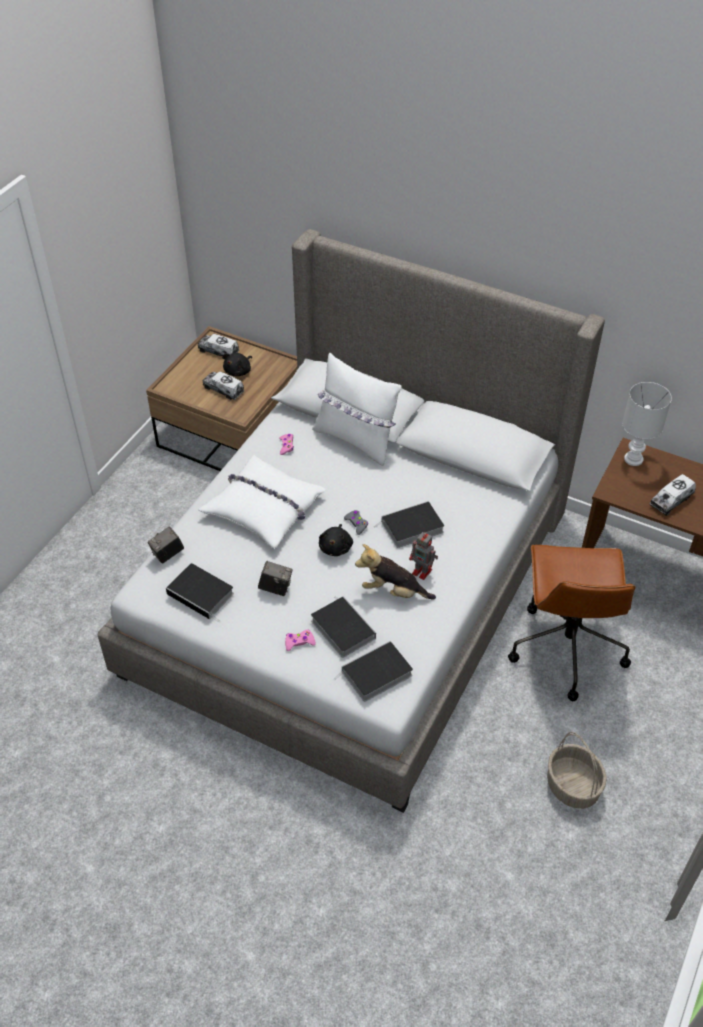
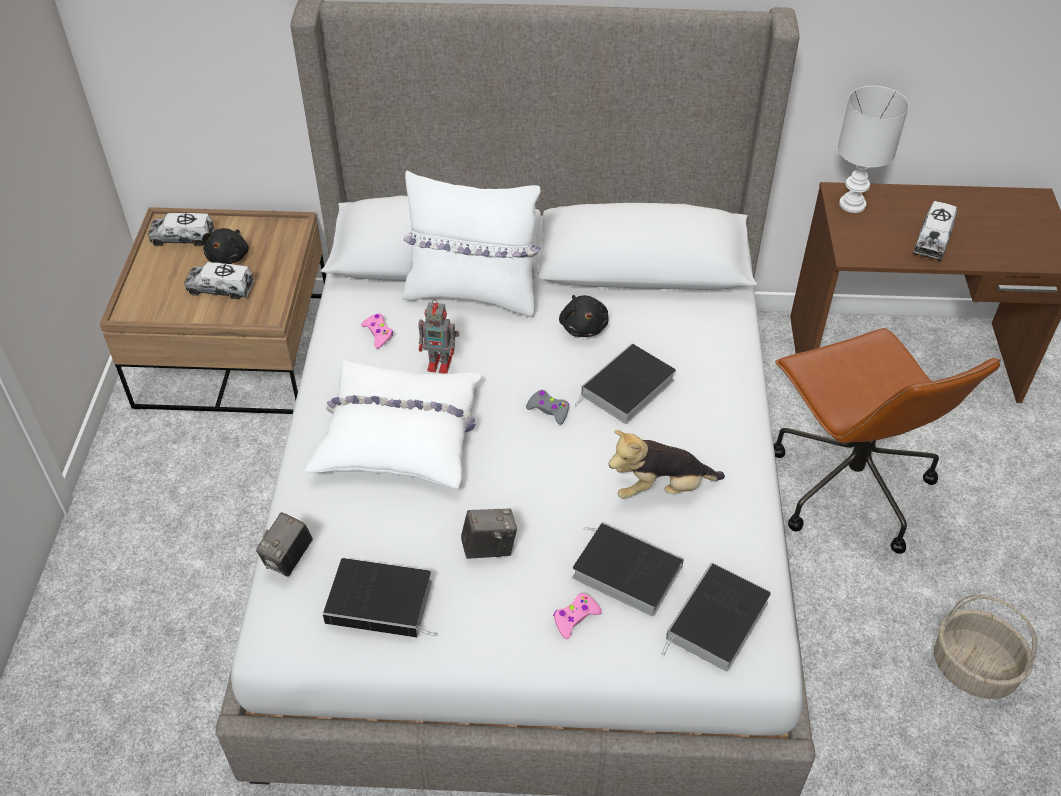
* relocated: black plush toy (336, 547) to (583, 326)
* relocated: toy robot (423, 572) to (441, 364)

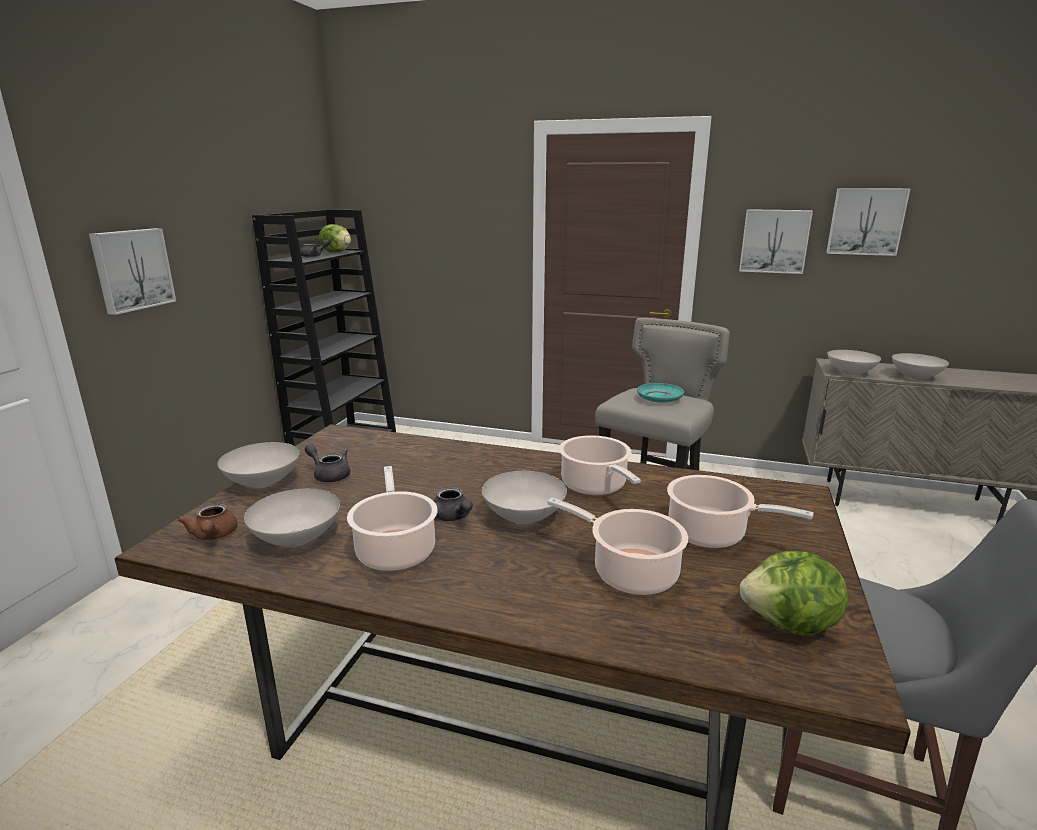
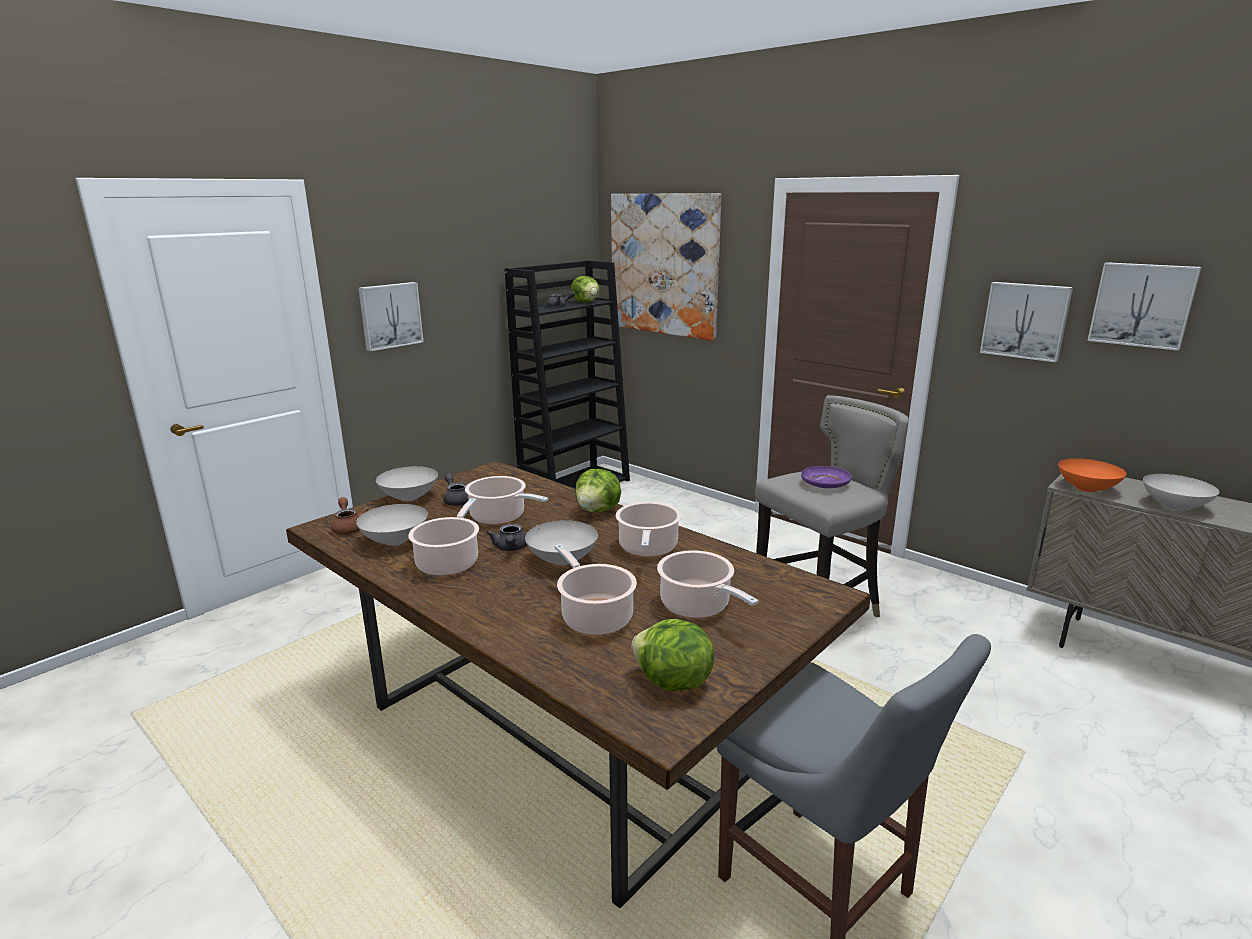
* spun: brown teapot (213, 536) = (349, 527) 150 degrees clockwise
* colour: turquoise plate (659, 398) to purple plate (825, 483)
* colour: white bowl (849, 373) to orange bowl (1085, 488)
* appeared: cooking pot (500, 517)
* appeared: lettuce (598, 511)
* appeared: picture (664, 265)

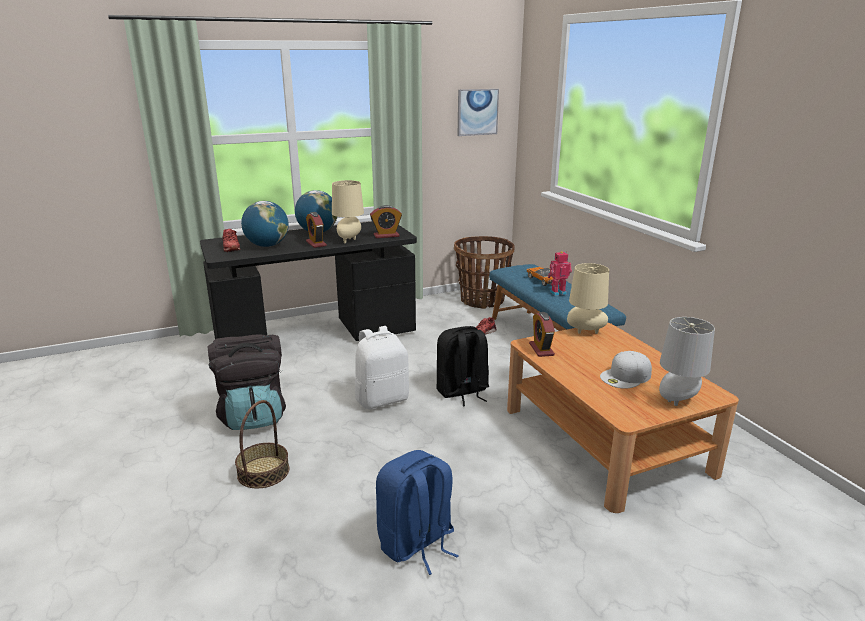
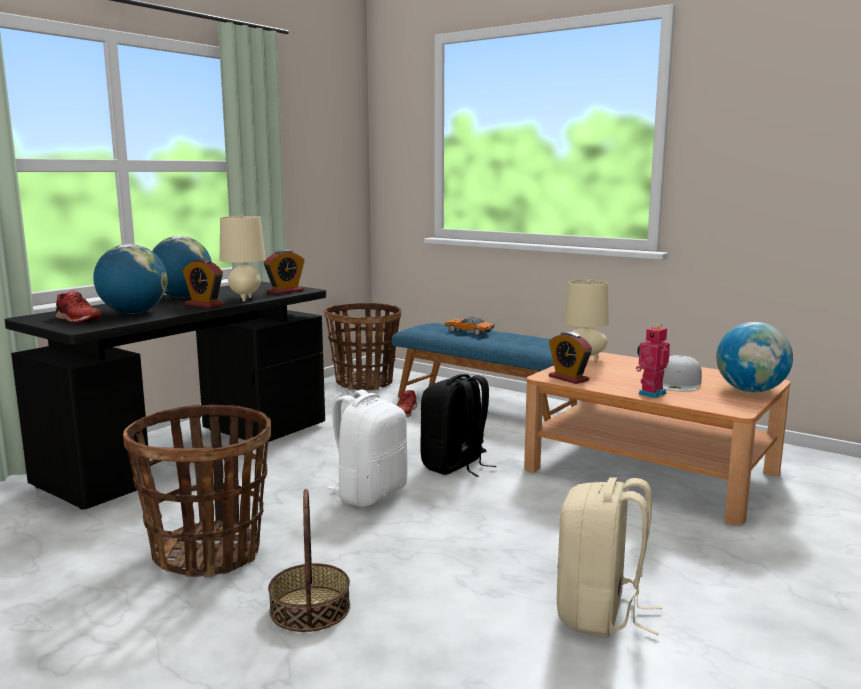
* exchanged: black backpack (253, 415) to basket (208, 553)
* colour: blue backpack (416, 543) to beige backpack (600, 614)
* missing: picture (477, 112)
* relocated: toy robot (557, 292) to (650, 393)
* exchanged: grey table lamp (678, 402) to globe (750, 391)

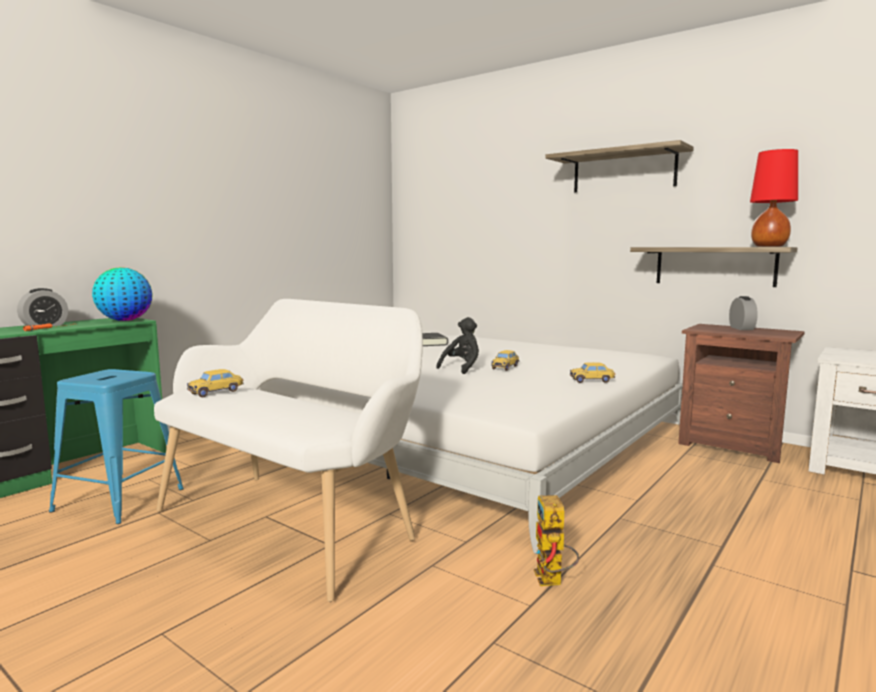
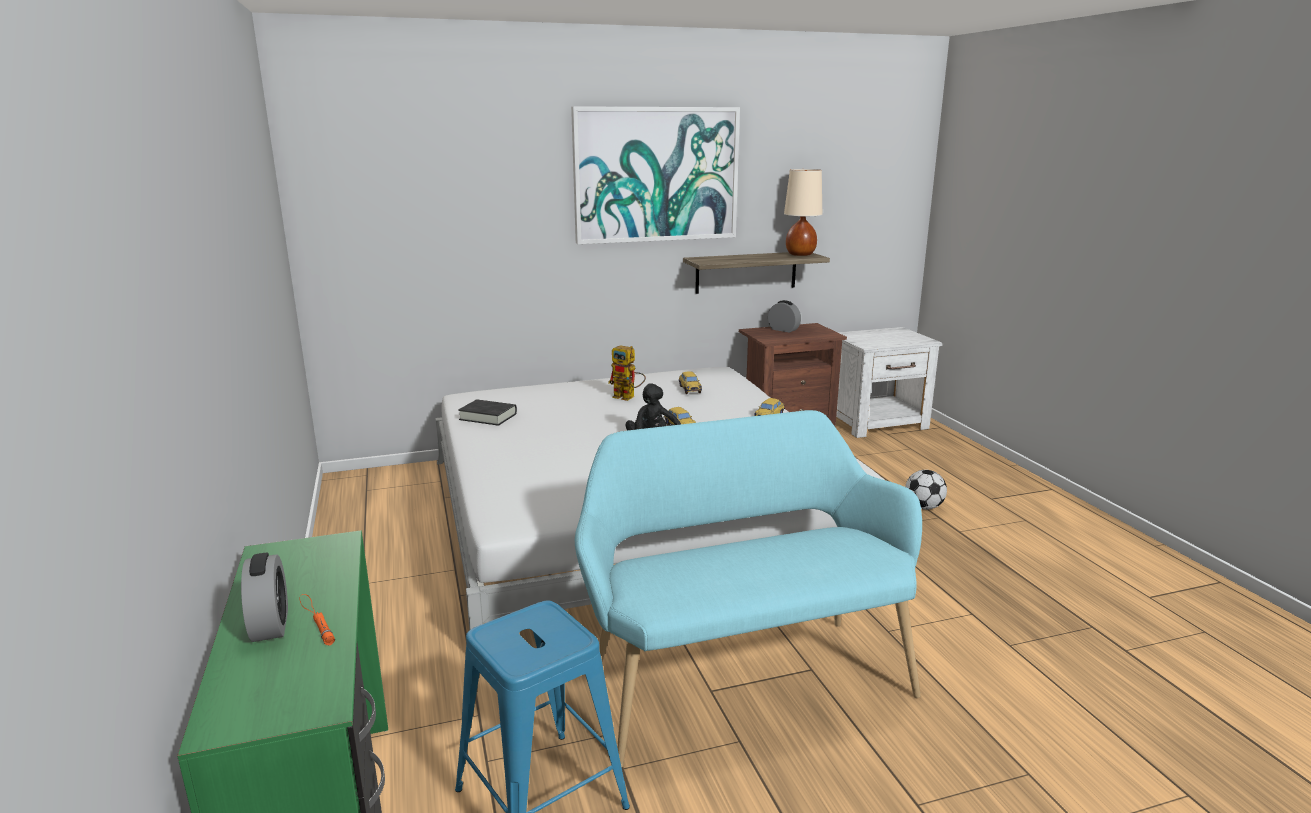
* missing: globe (125, 320)
* colour: white bench (293, 522) to turquoise bench (742, 677)
* relocated: toy car (216, 392) to (689, 389)
* relocated: toy robot (552, 581) to (628, 397)
* exchanged: shelf (623, 171) to picture (656, 175)
* colour: red table lamp (768, 246) to beige table lamp (800, 254)
* appeared: football (923, 507)

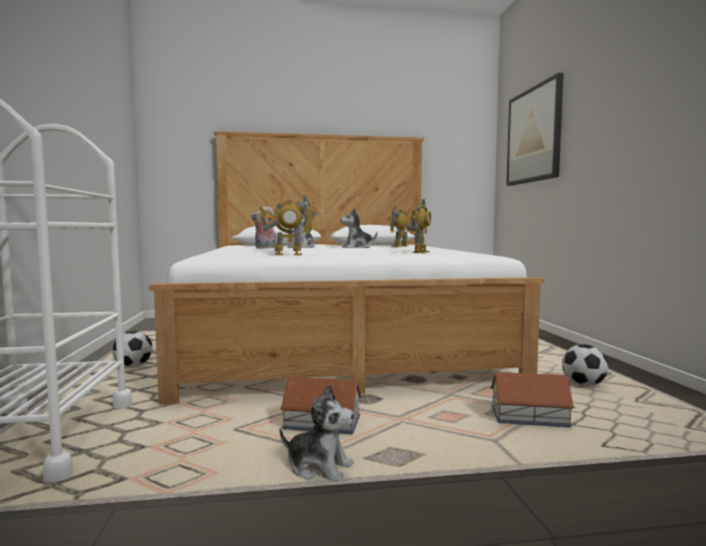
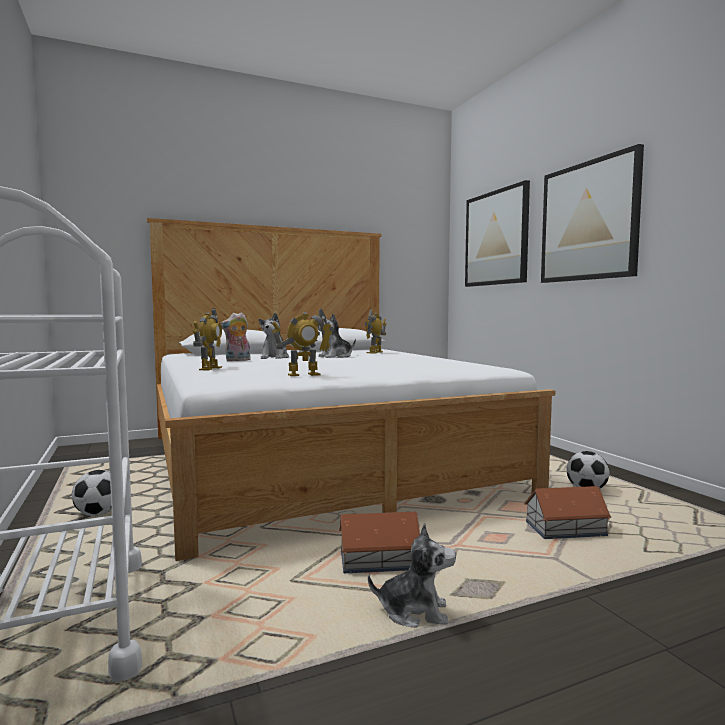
* relocated: toy robot (420, 252) to (210, 368)
* appeared: picture (588, 221)

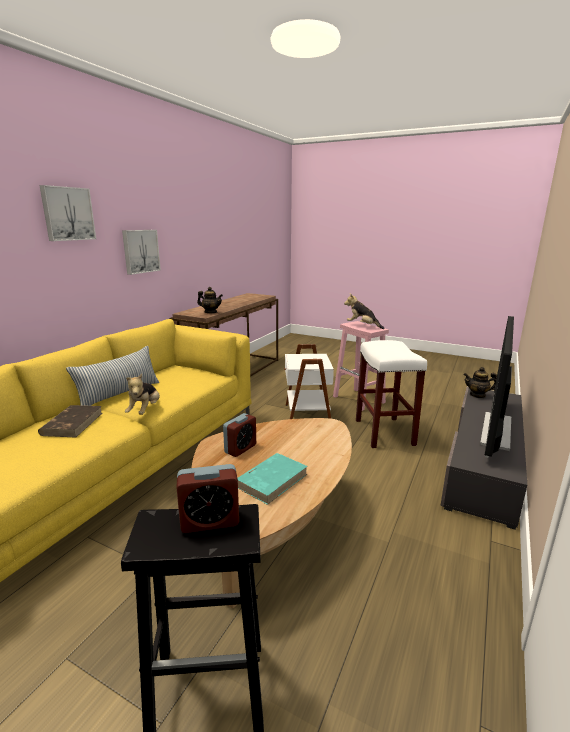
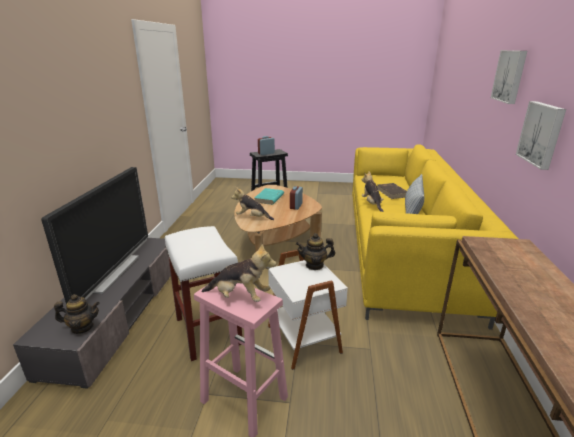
* relocated: teapot (210, 312) to (314, 265)
* appeared: plush toy (252, 218)

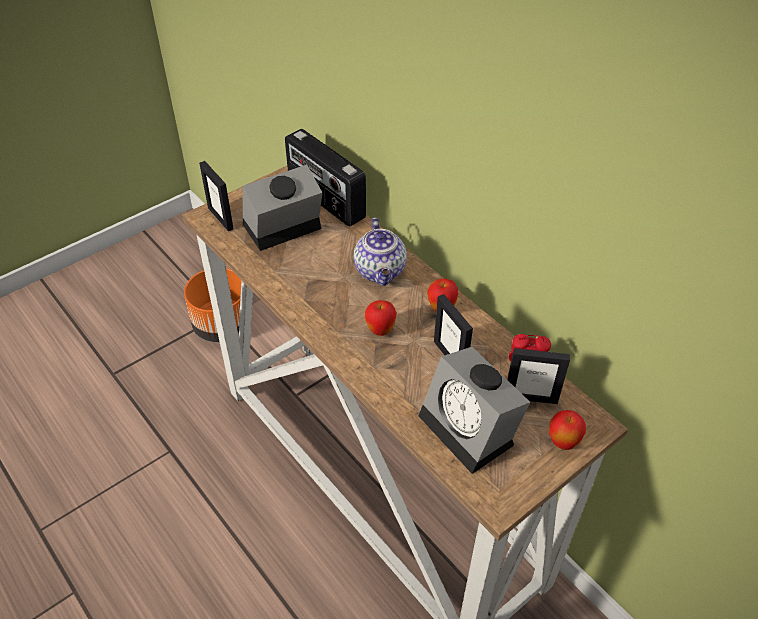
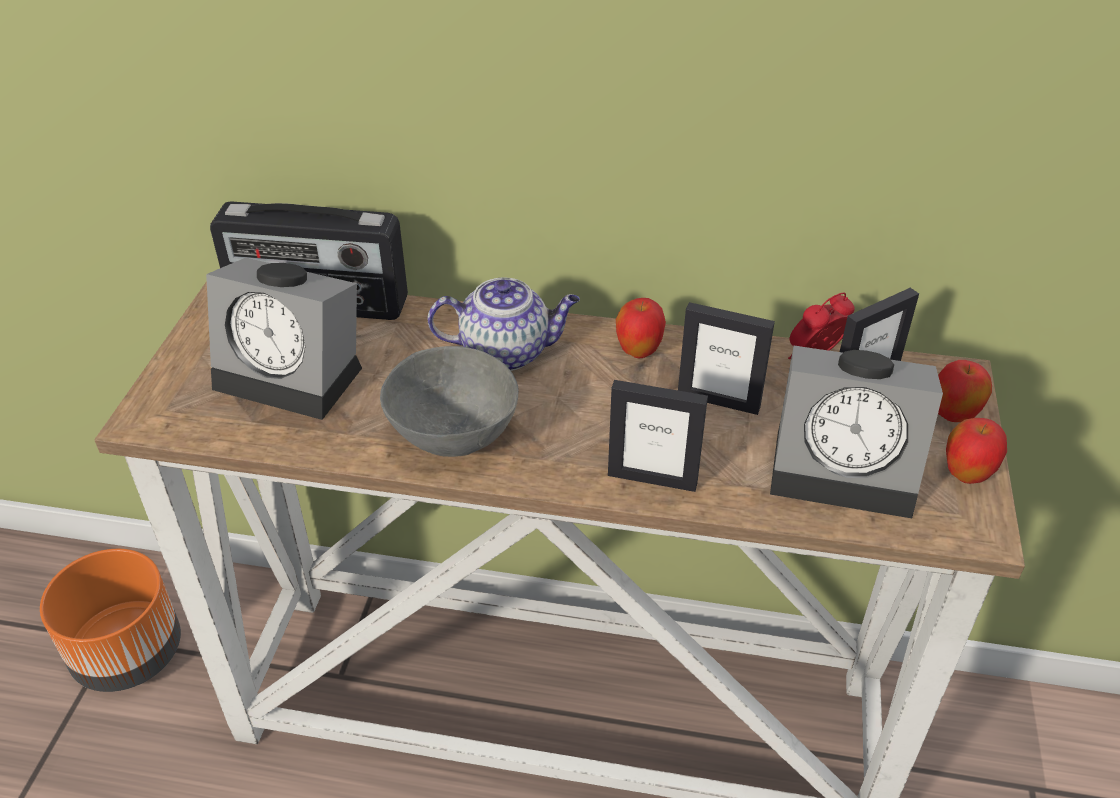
* relocated: picture frame (221, 218) to (652, 478)
* spun: alarm clock (281, 230) = (296, 375) 90 degrees counterclockwise
* spun: teapot (380, 272) = (507, 352) 45 degrees counterclockwise
* relocated: apple (380, 331) to (966, 476)
* appeared: grey bowl (454, 437)

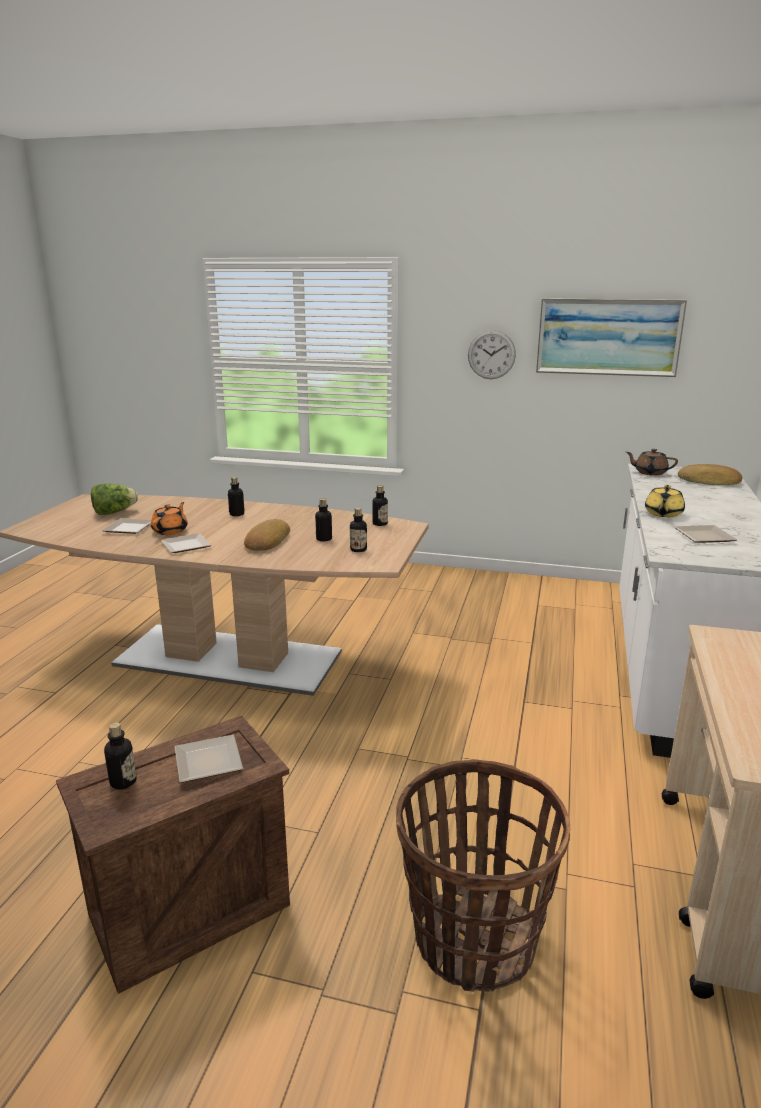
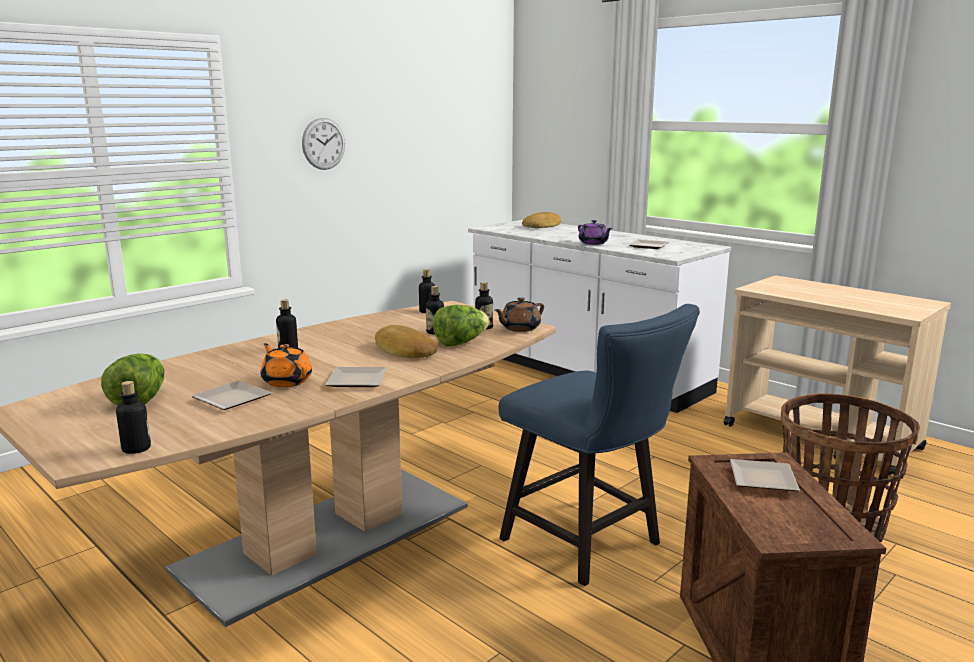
* relocated: bottle (123, 782) to (136, 449)
* missing: picture (608, 337)
* relocated: brown teapot (649, 473) to (519, 328)
* colour: yellow teapot (663, 514) to purple teapot (593, 243)
* appeared: lettuce (460, 343)
* appeared: blue chair (590, 545)

